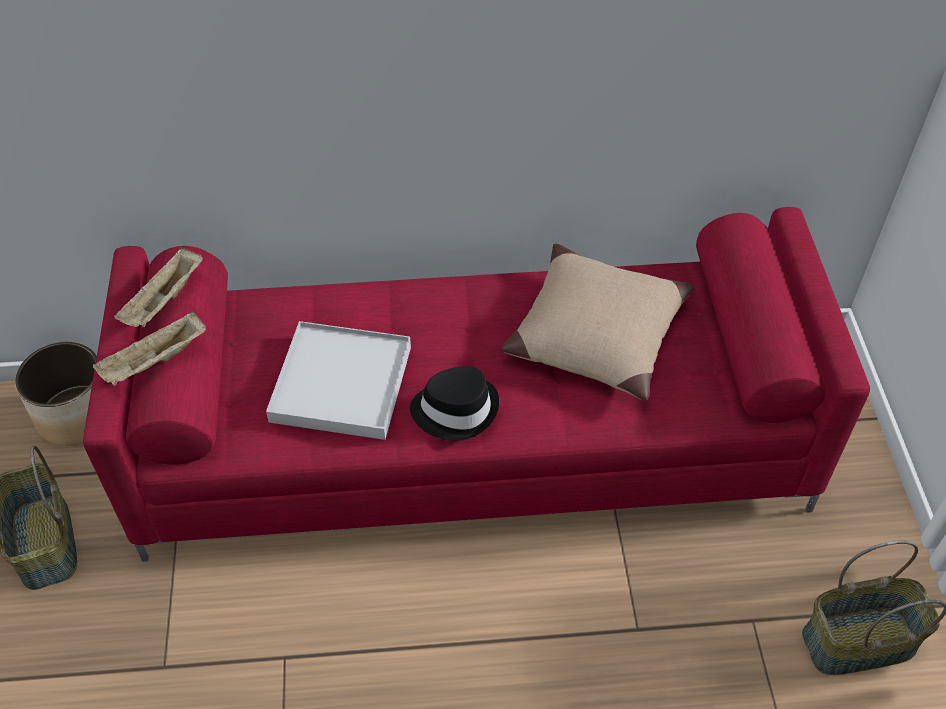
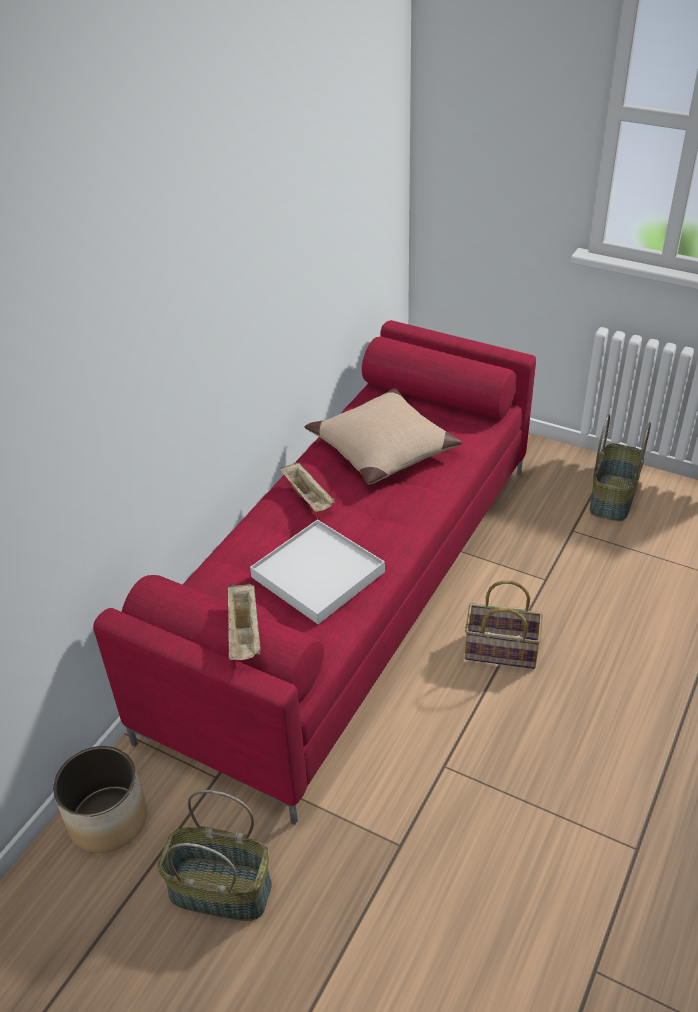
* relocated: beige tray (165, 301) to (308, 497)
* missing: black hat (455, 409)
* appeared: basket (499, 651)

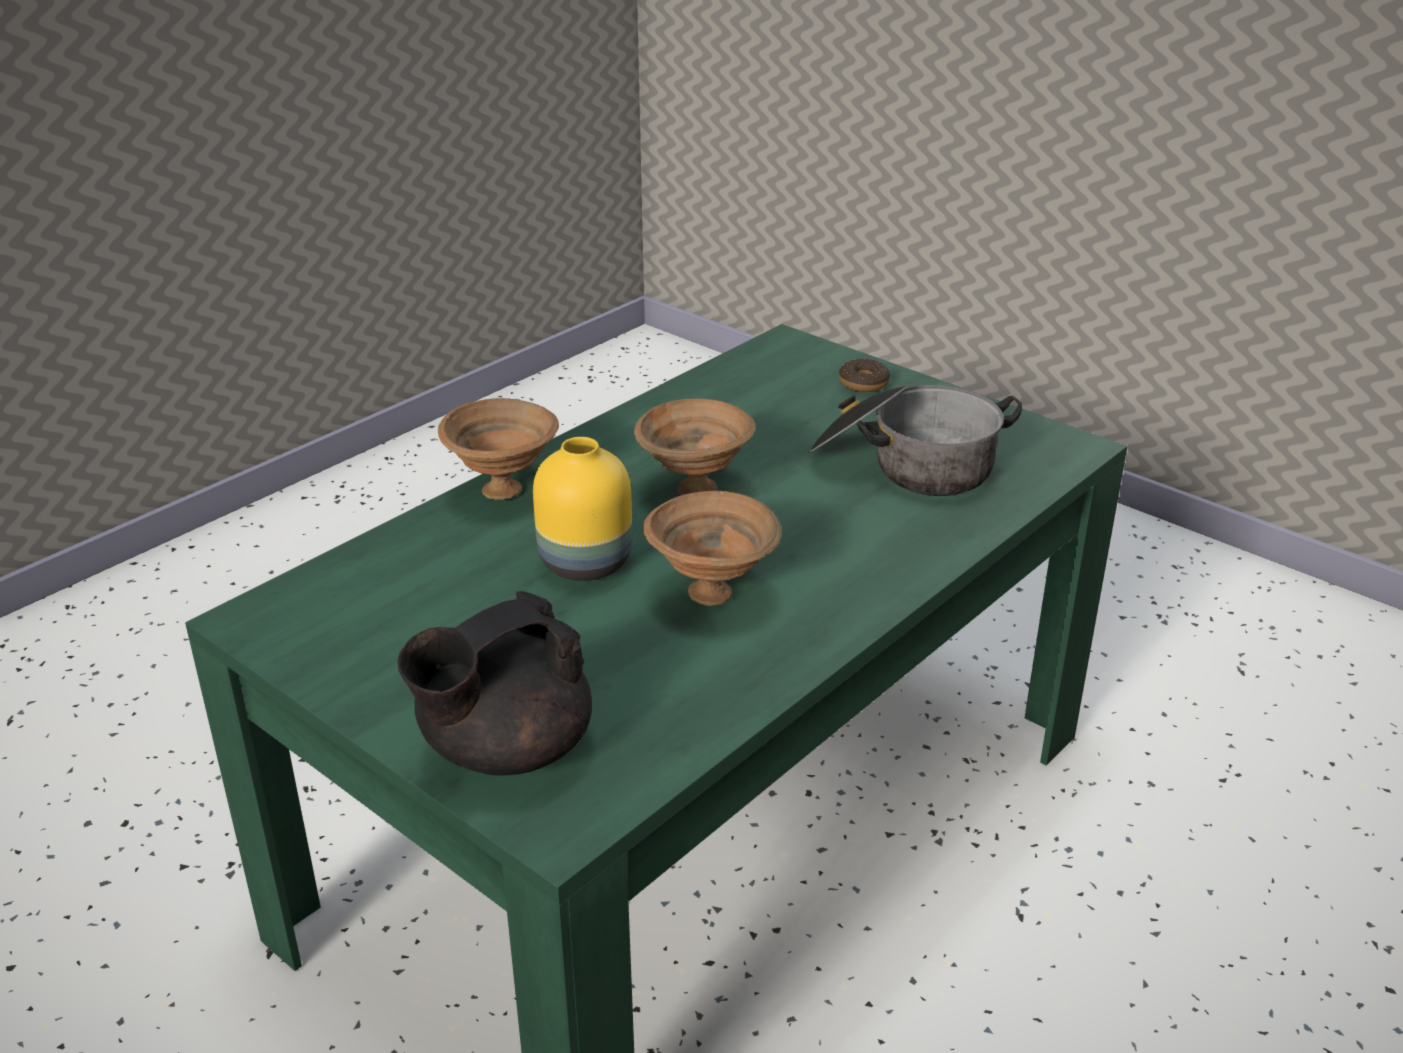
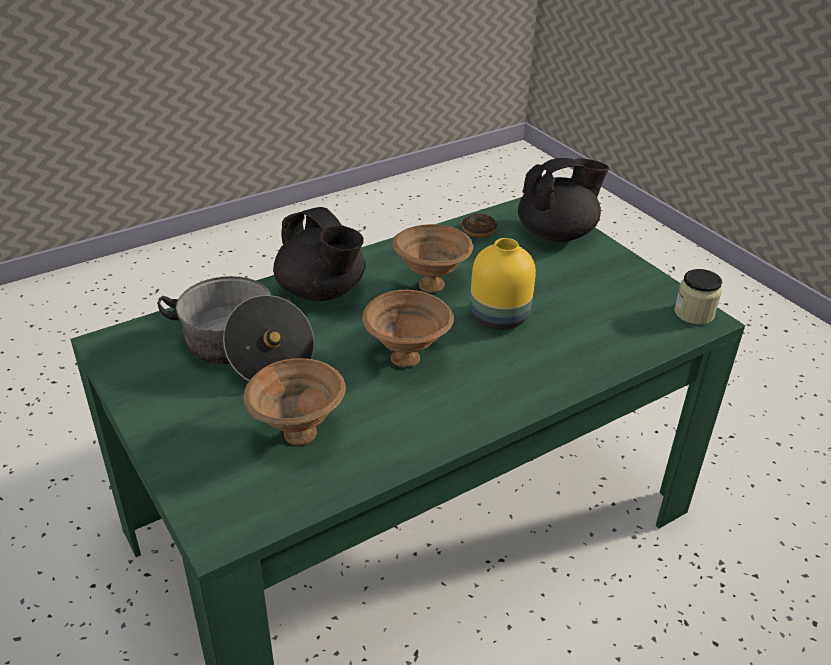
* relocated: brown bowl (504, 489) to (298, 436)
* relocated: donut (863, 383) to (478, 230)
* appeared: black teapot (322, 291)
* appeared: jar (694, 313)

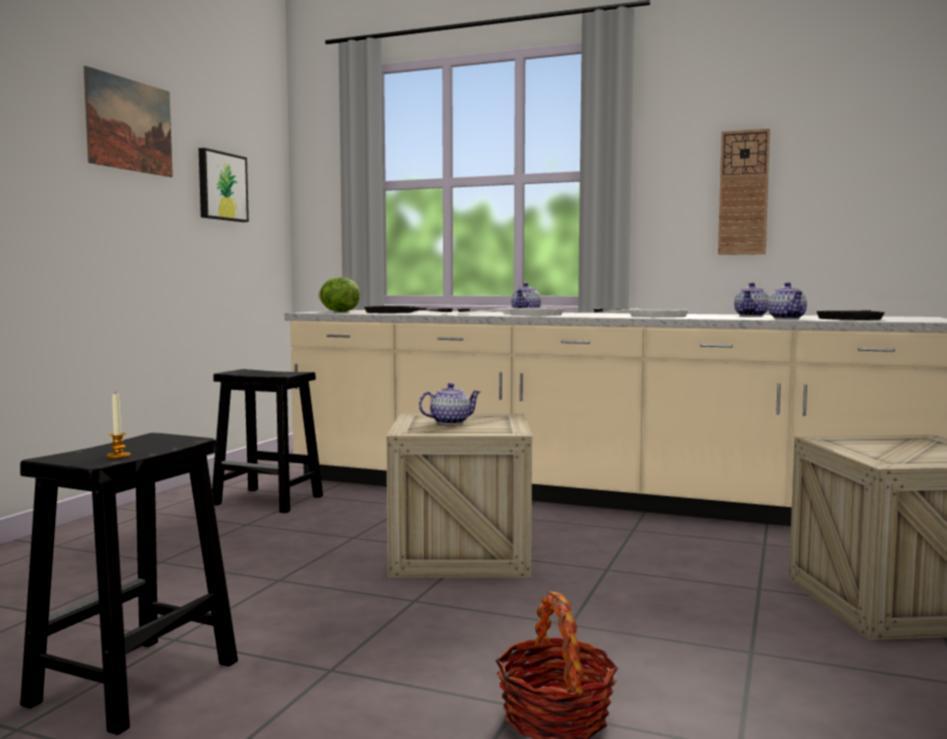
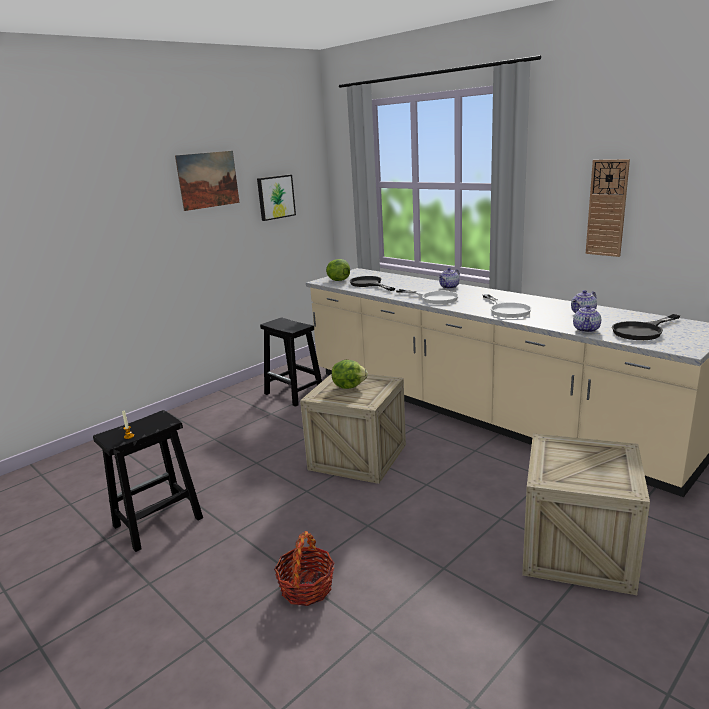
* exchanged: teapot (450, 422) to lettuce (349, 386)

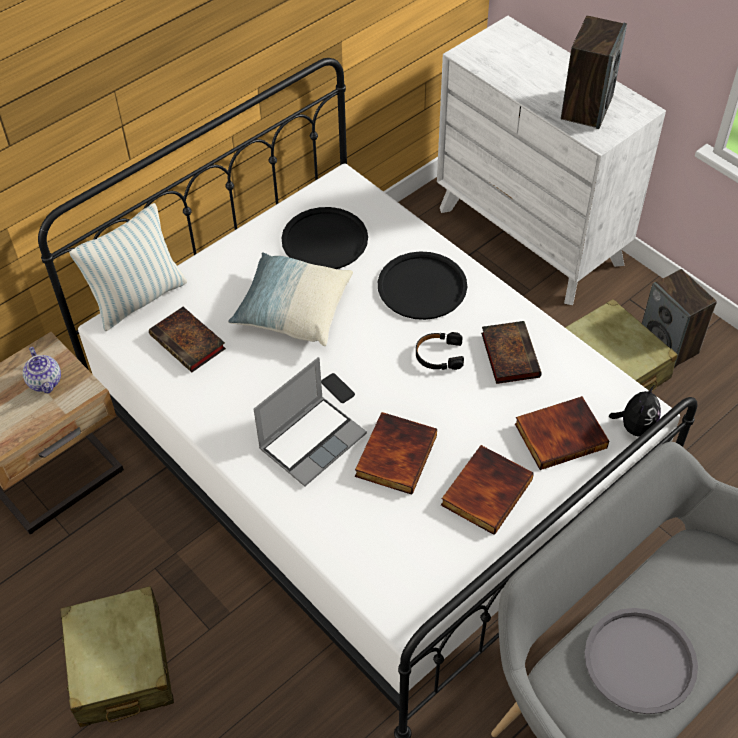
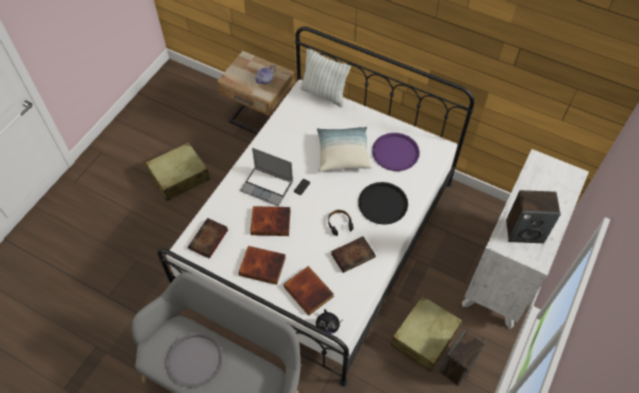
* relocated: book (189, 343) to (208, 240)
* colour: black tray (324, 240) to purple tray (395, 152)

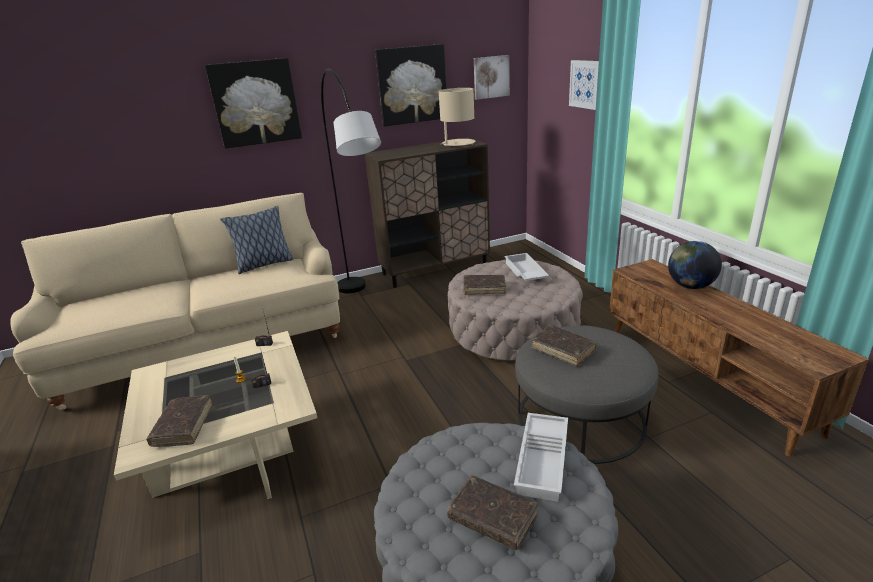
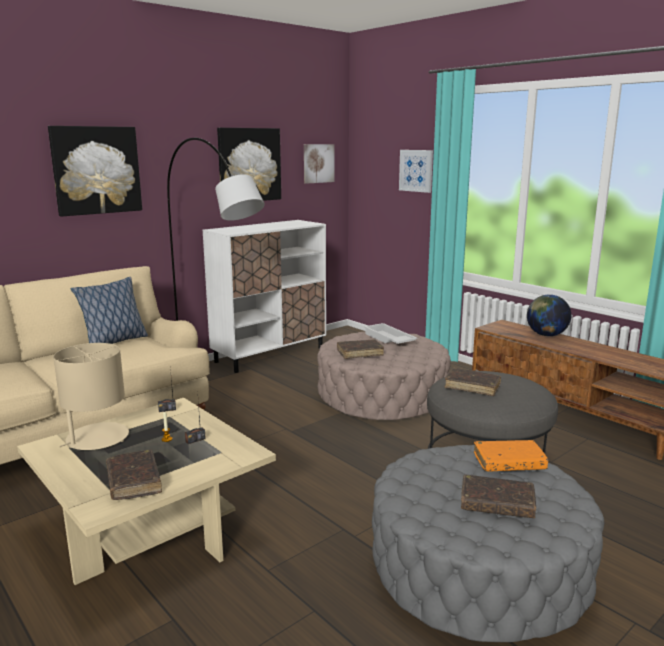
* colour: brown cabinet (435, 269) to white cabinet (270, 355)
* relocated: beige table lamp (458, 143) to (97, 438)
* exchanged: white tray (544, 460) to orange book (509, 463)

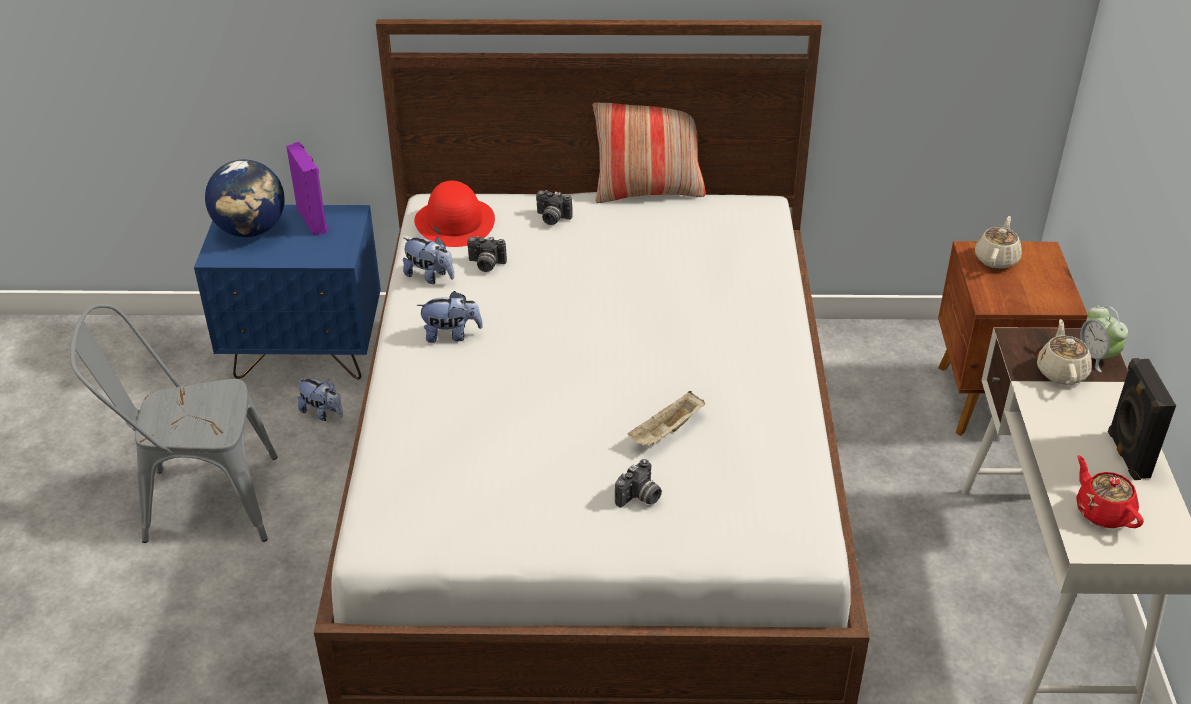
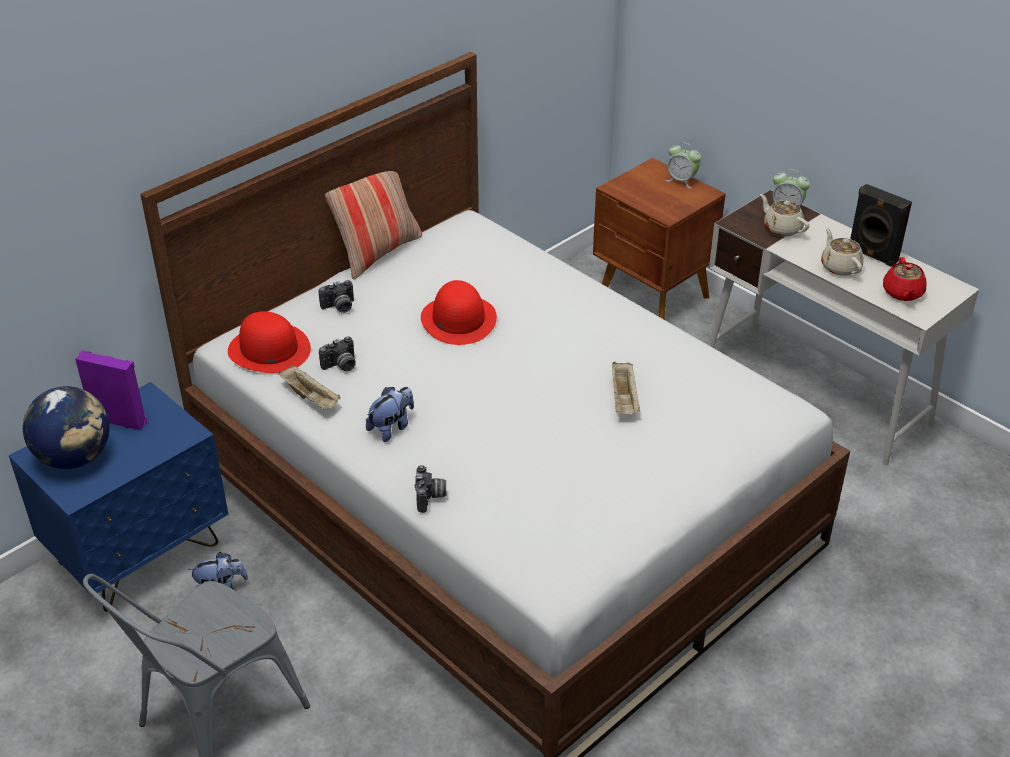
* exchanged: plush toy (430, 276) to beige tray (311, 398)
* relocated: photo camera (640, 498) to (431, 497)
* relocated: beige teapot (996, 259) to (840, 266)
* spun: red teapot (1102, 511) = (902, 293) 105 degrees counterclockwise
* appeared: red hat (458, 319)
* appeared: alarm clock (681, 181)

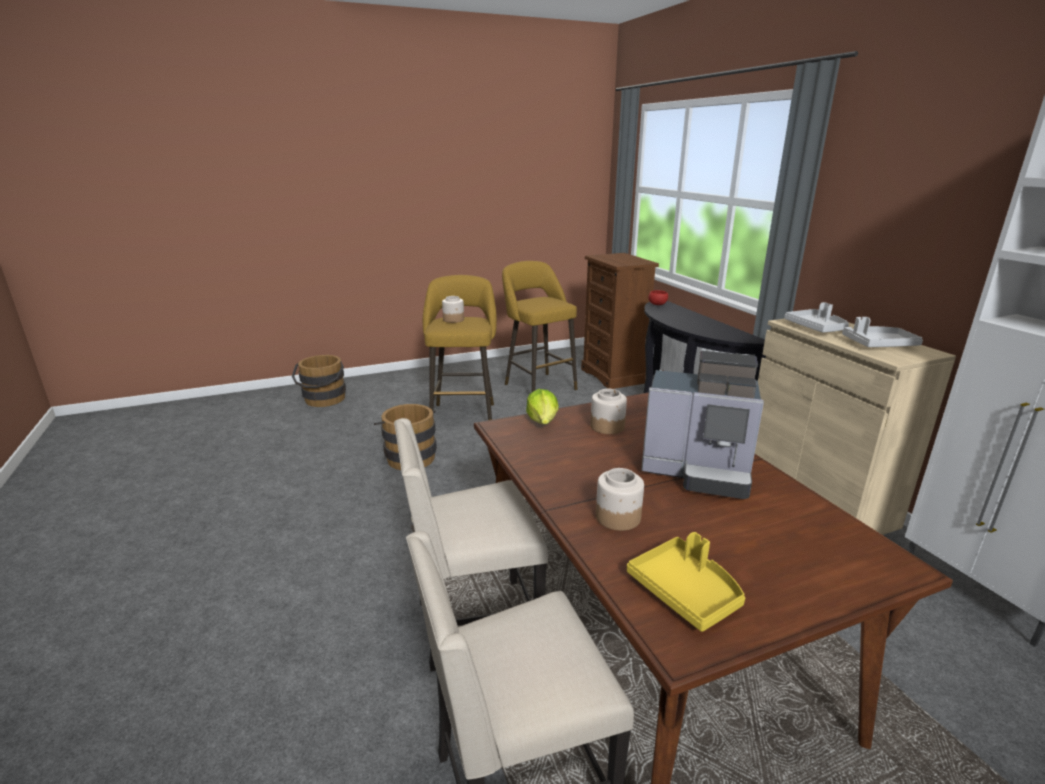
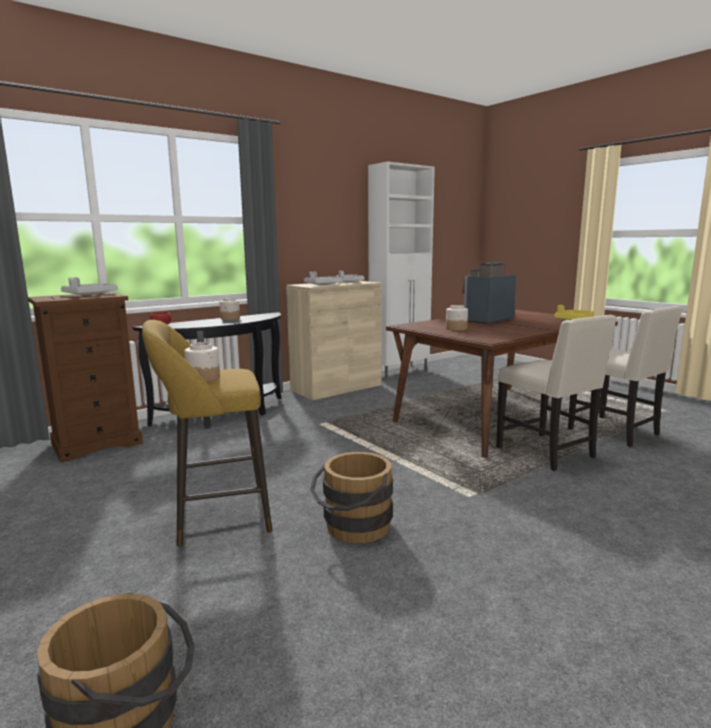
* missing: yellow stool (538, 385)
* missing: lettuce (543, 421)
* relocated: jar (617, 517) to (230, 318)
* spun: coffee machine (698, 472) = (484, 320) 135 degrees counterclockwise
* appeared: grey tray (90, 295)

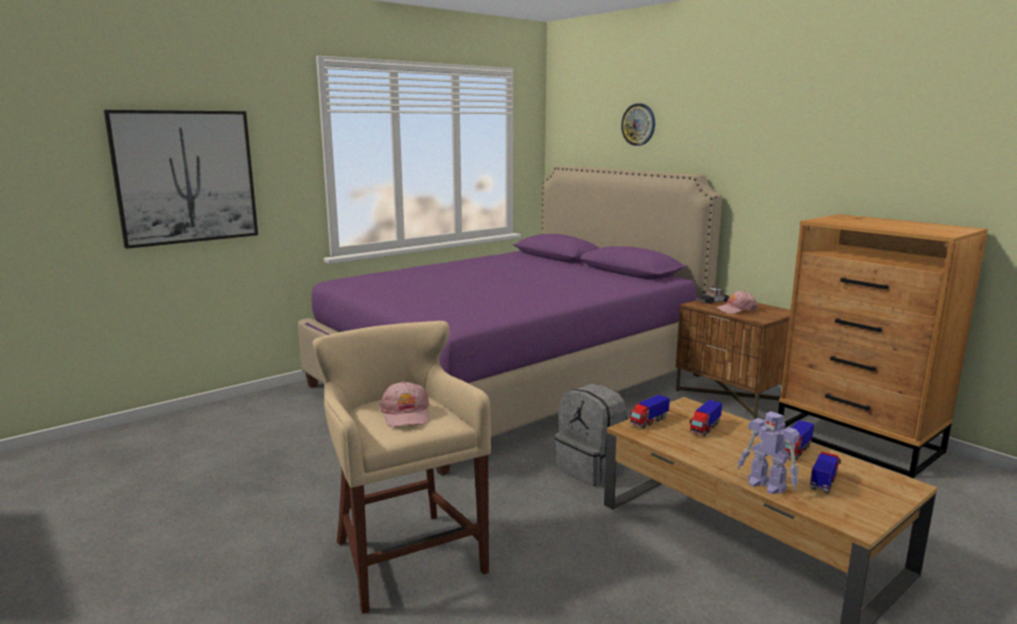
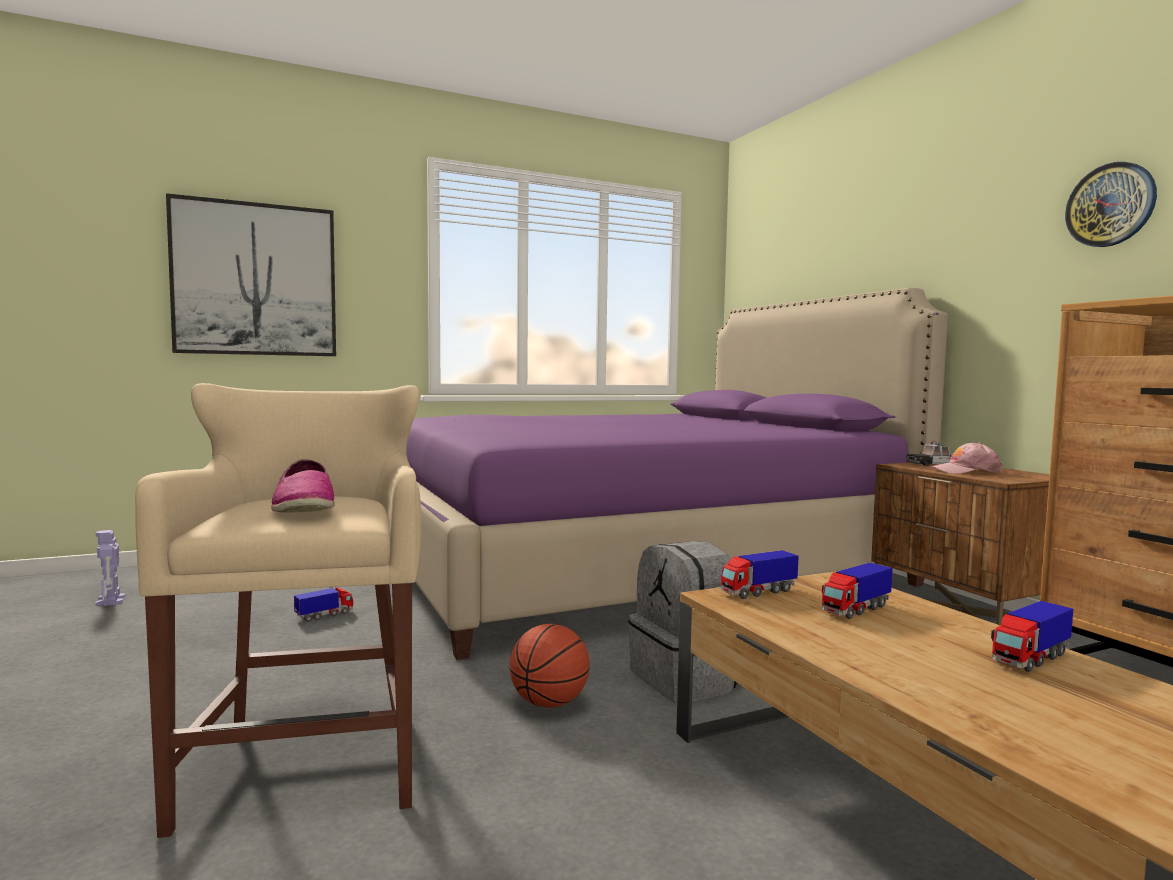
* exchanged: pink cap (406, 414) to shoe (304, 507)
* relocated: wall clock (638, 124) to (1110, 205)
* relocated: toy robot (767, 485) to (110, 600)
* relocated: toy truck (823, 482) to (325, 615)
* appeared: basketball (549, 703)

